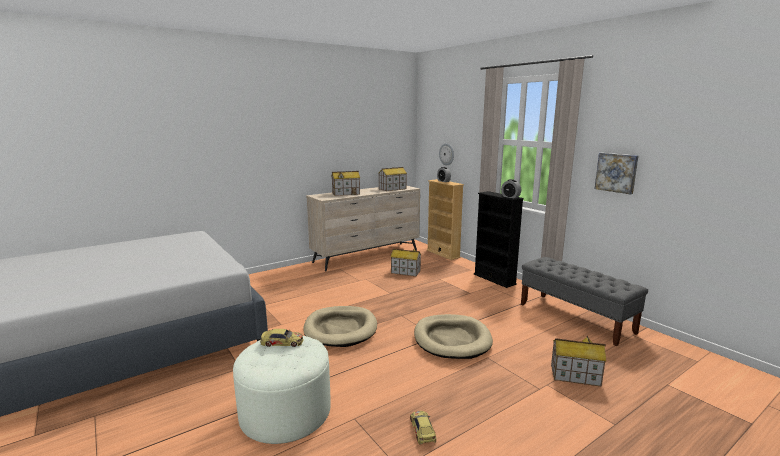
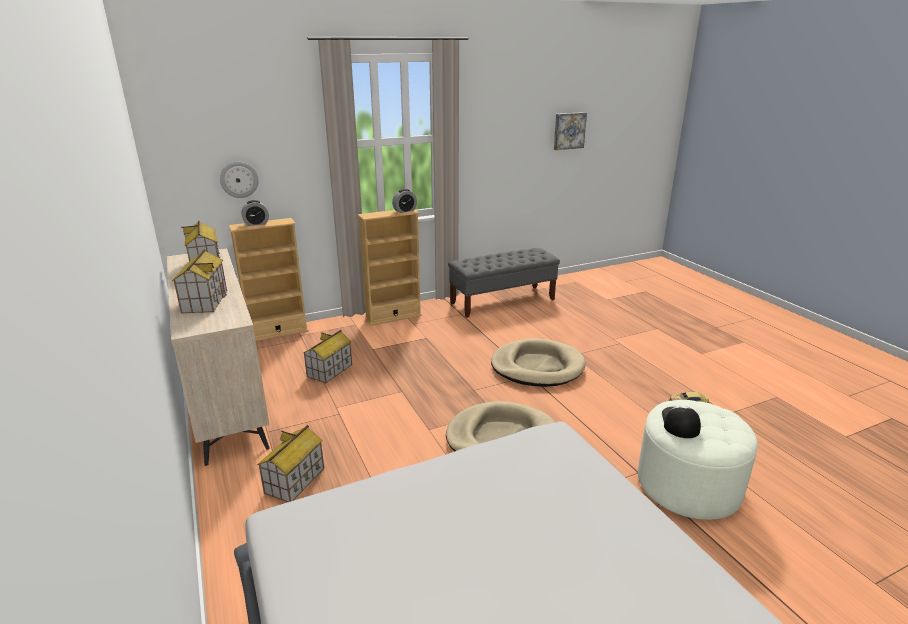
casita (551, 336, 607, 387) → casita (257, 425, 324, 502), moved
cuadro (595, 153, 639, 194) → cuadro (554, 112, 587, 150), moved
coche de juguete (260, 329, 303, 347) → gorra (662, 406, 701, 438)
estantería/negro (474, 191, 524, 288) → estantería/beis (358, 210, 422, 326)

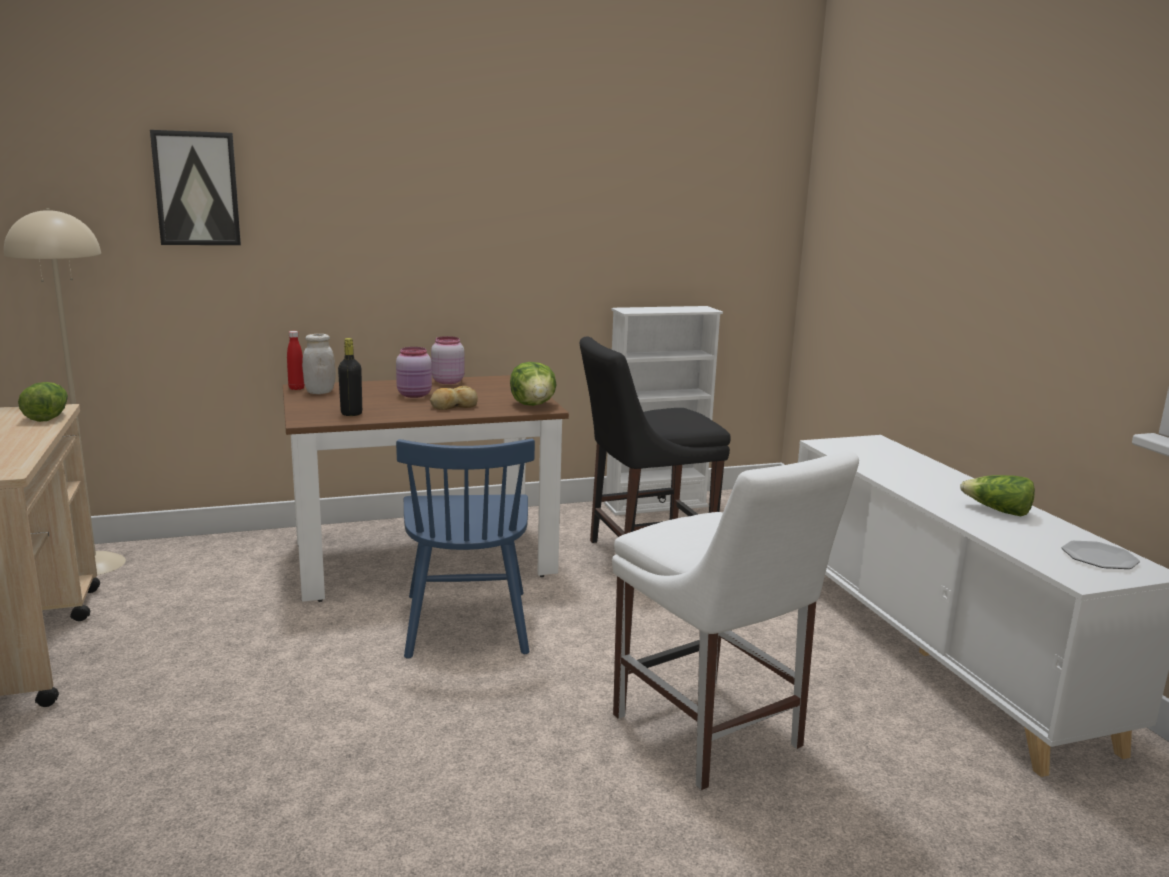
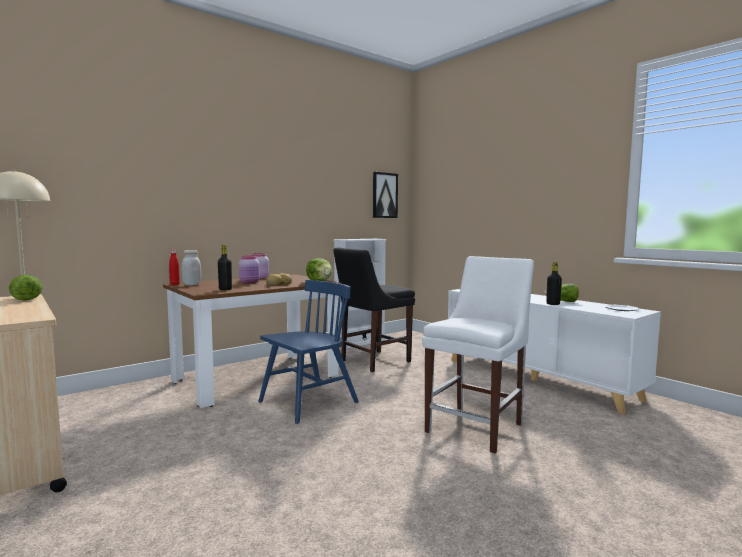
- → botella/negro (546, 262, 562, 305)
cuadro (150, 130, 241, 245) → cuadro (373, 172, 398, 218), moved
silla/azul (396, 438, 535, 659) → silla/azul (258, 280, 359, 424), 105 degrees counterclockwise
silla/blanco (612, 451, 859, 790) → silla/blanco (422, 256, 534, 454), 90 degrees counterclockwise

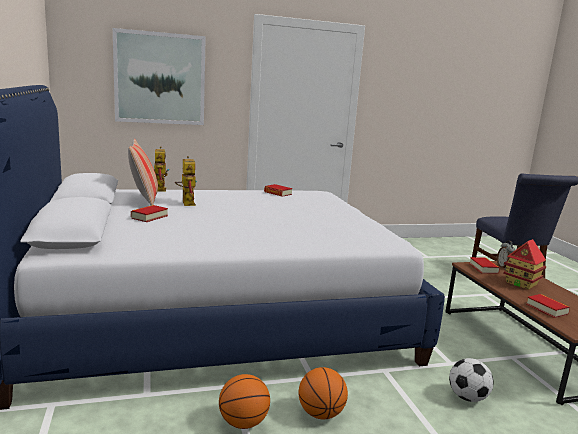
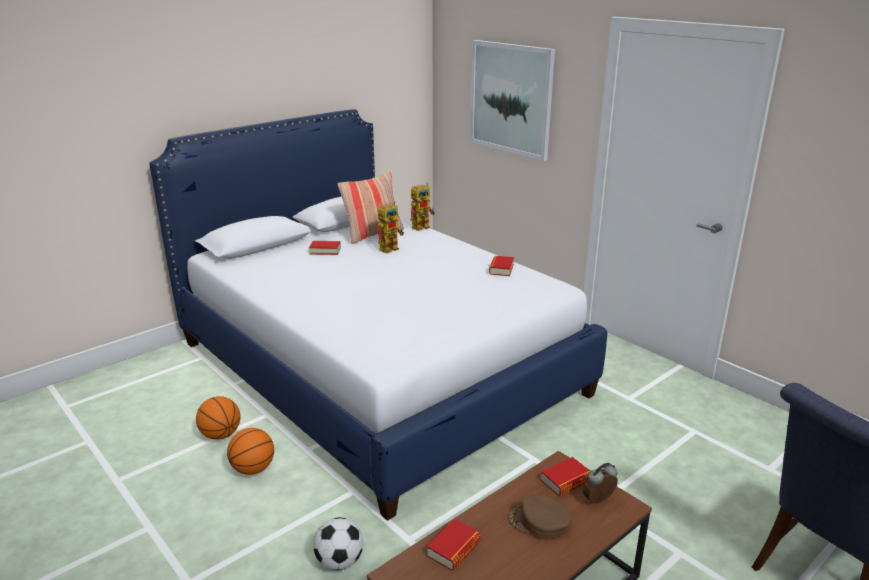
casita (503, 239, 546, 290) → gorra/marrón (507, 495, 573, 540)

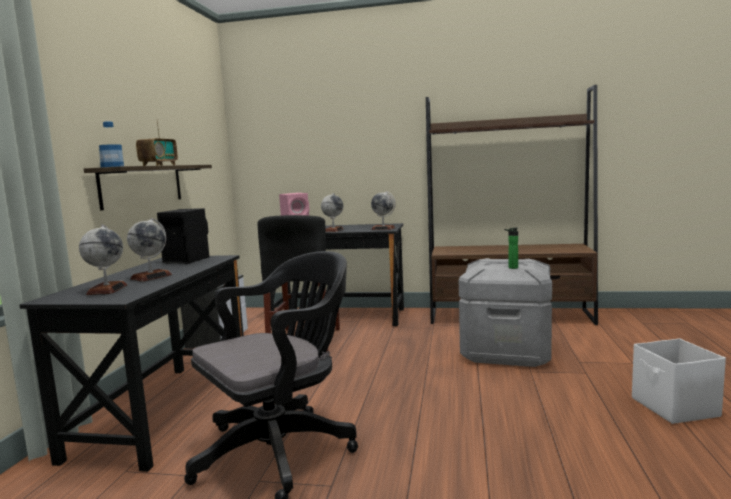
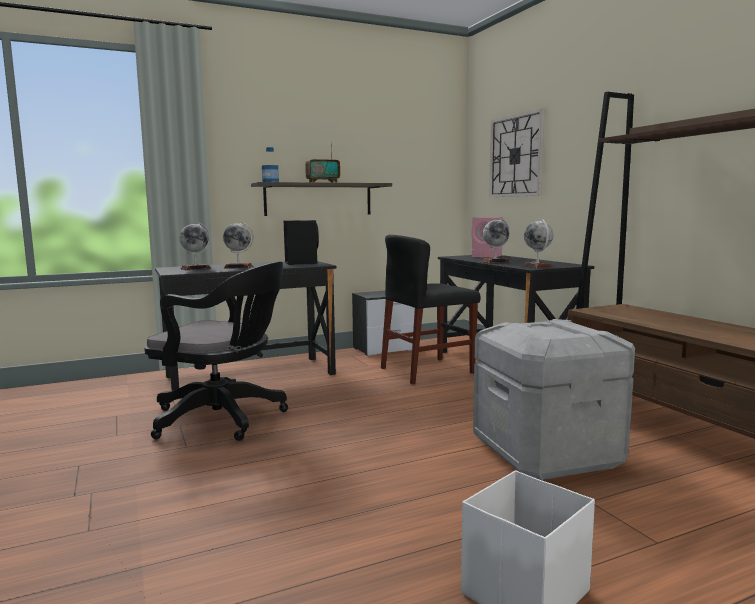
botella (504, 228, 518, 269) → -
- → reloj de pared (489, 109, 544, 197)

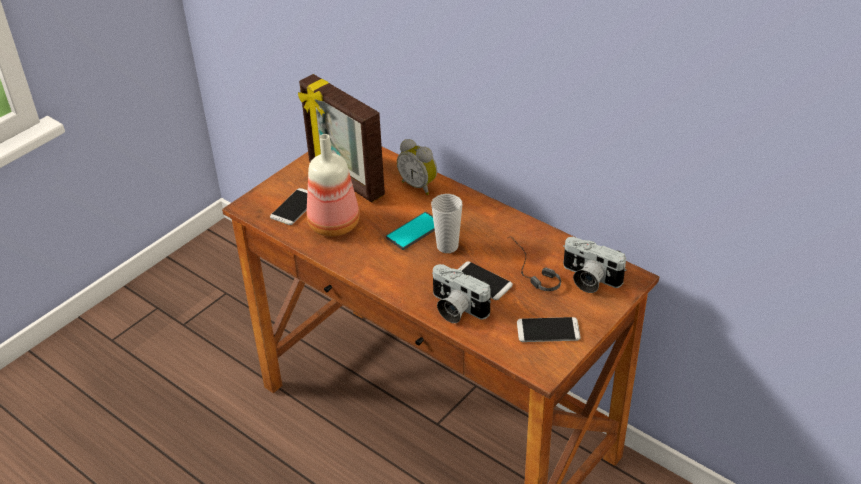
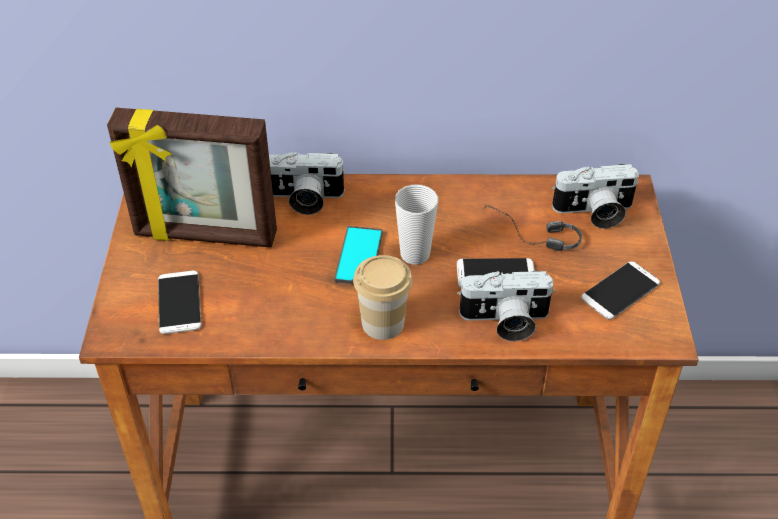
botella (307, 134, 359, 237) → -
- → taza (353, 255, 412, 340)
despertador (397, 139, 437, 195) → cámara (269, 152, 347, 215)

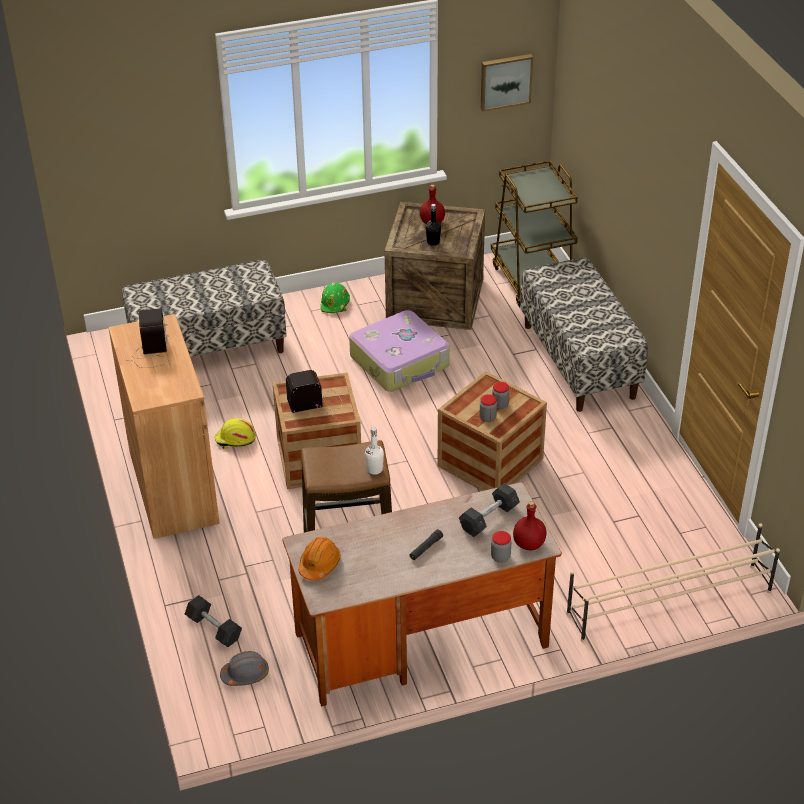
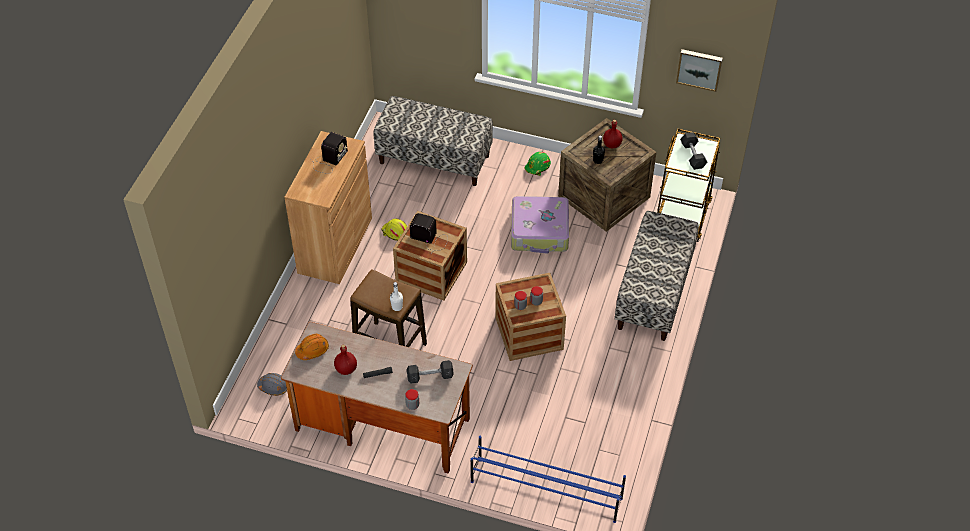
mancuerna/gris (185, 595, 242, 647) → mancuerna/gris (680, 132, 708, 170), moved
botella/rojo (513, 501, 547, 550) → botella/rojo (334, 345, 357, 375), moved
zapatero/beis (566, 523, 780, 642) → zapatero/azul (471, 436, 626, 523)

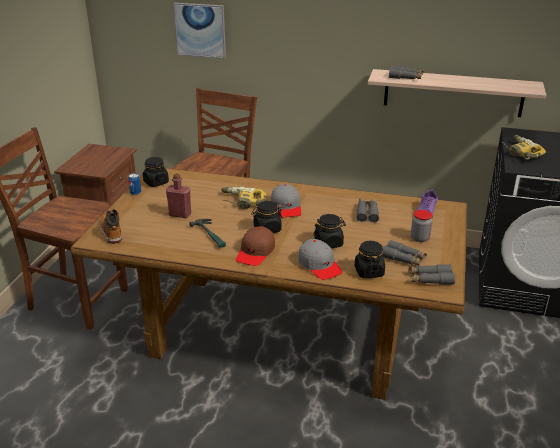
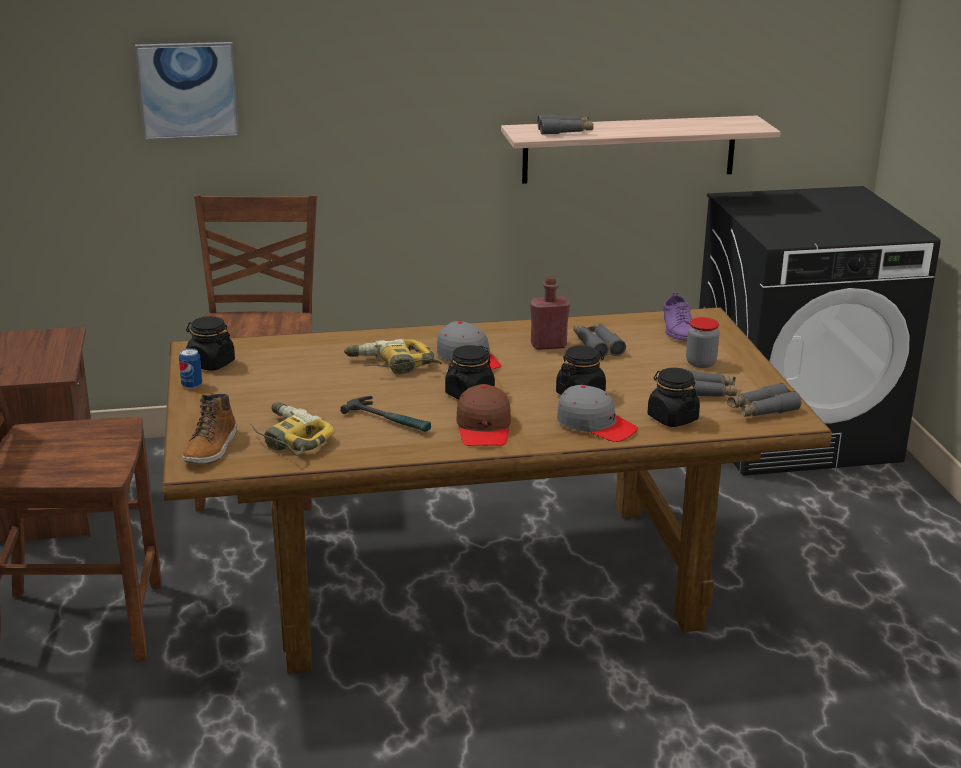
botella/rojo (166, 174, 191, 218) → botella/rojo (530, 276, 570, 350), moved
taladro (502, 135, 546, 160) → taladro (249, 402, 335, 456), moved
bota (99, 209, 122, 244) → bota (182, 394, 237, 464), 120 degrees counterclockwise

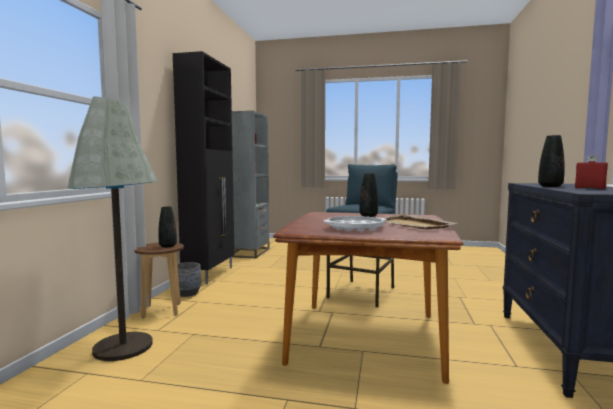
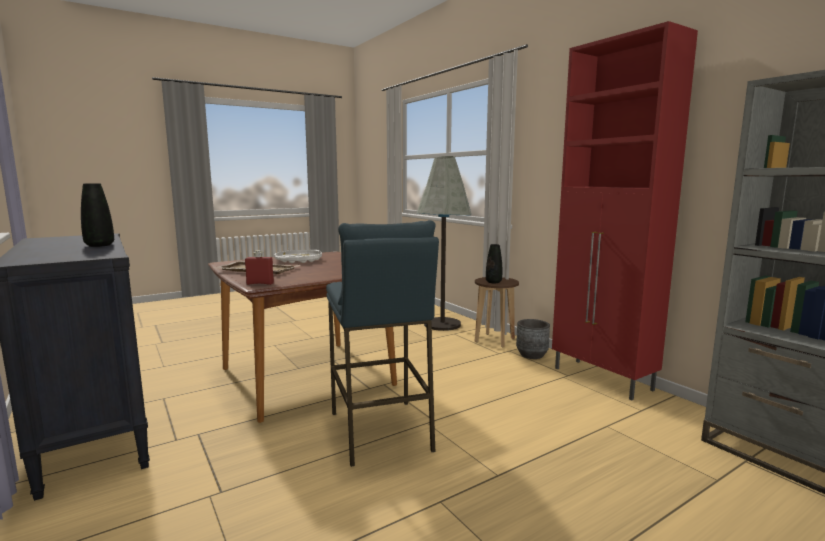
florero/negro (360, 174, 378, 217) → -
botella/rojo (575, 156, 608, 189) → botella/rojo (245, 250, 274, 285), moved
armario/negro (173, 51, 235, 285) → armario/rojo (552, 21, 698, 400)

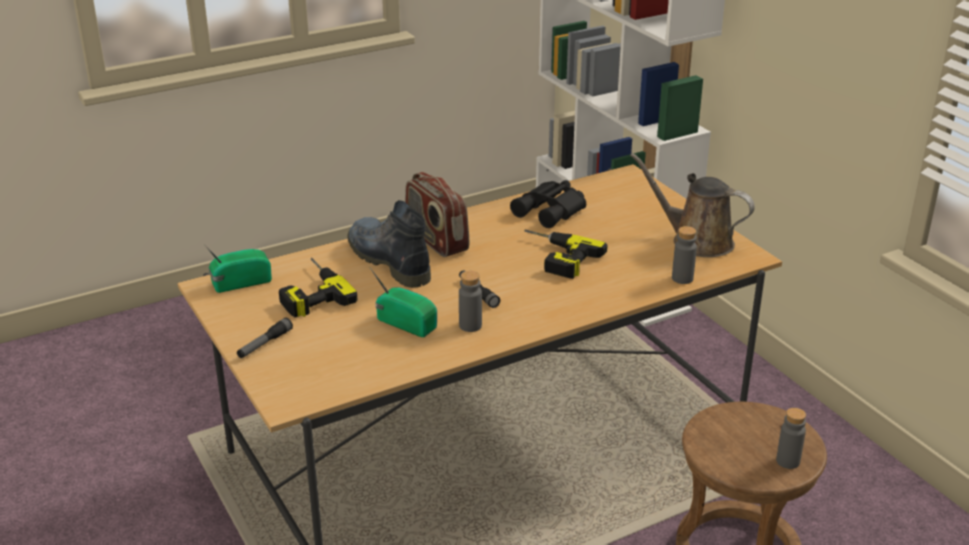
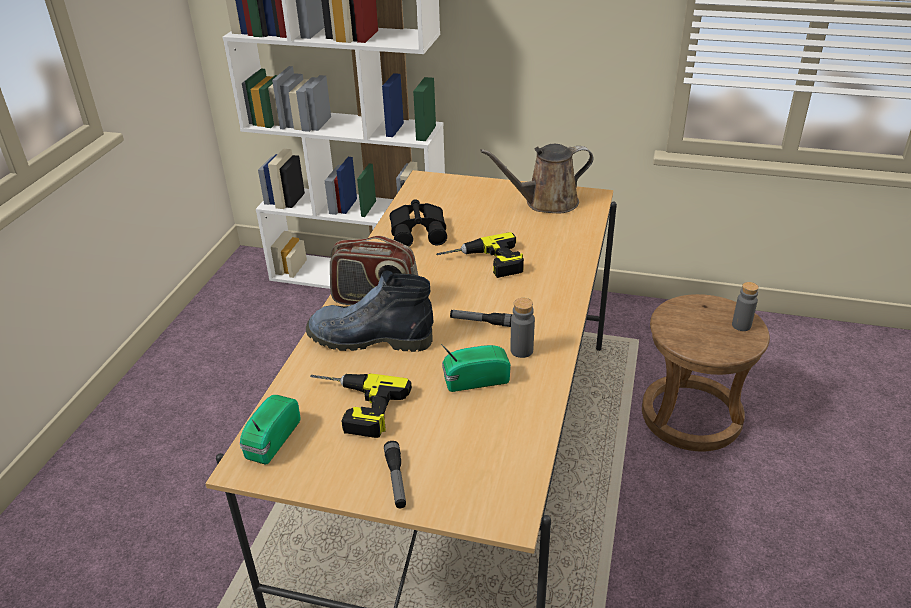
botella/gris (672, 226, 697, 284) → -

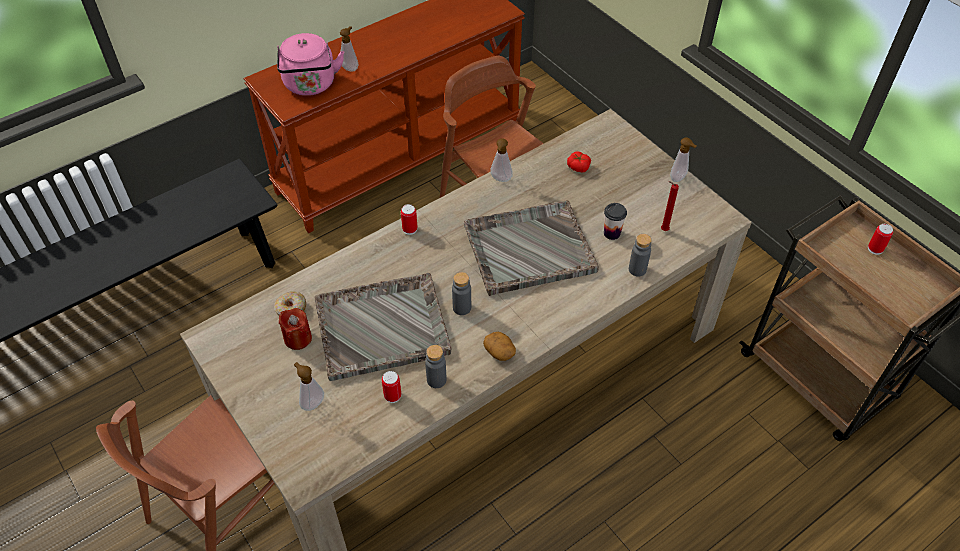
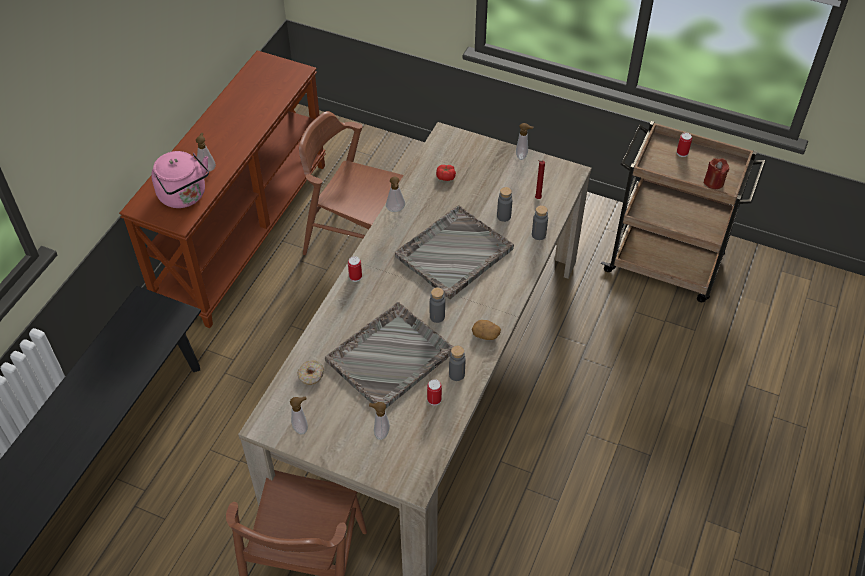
- → dispensador de jabón (290, 396, 308, 435)
vela/rojo (279, 308, 312, 350) → vela/rojo (703, 158, 729, 189), moved
taza (604, 203, 627, 240) → botella/gris (497, 187, 513, 222)

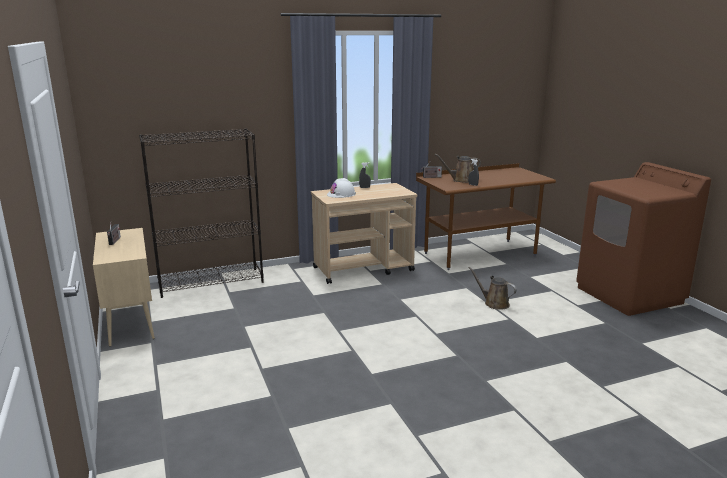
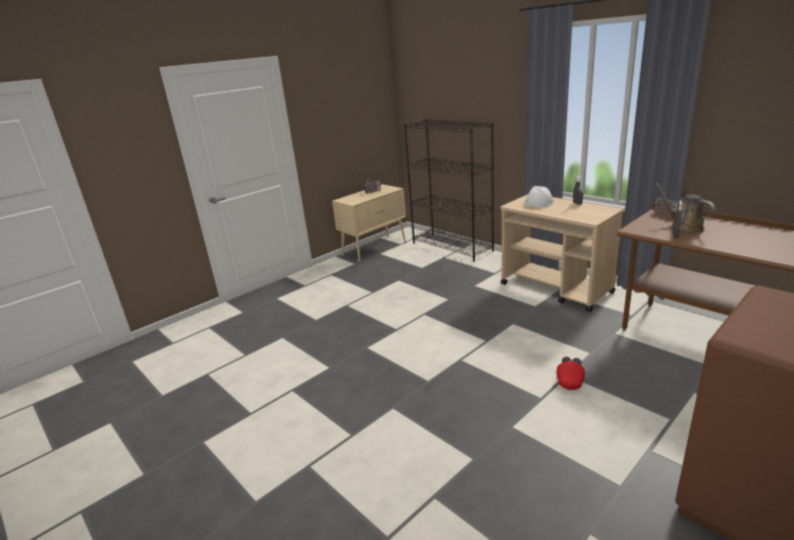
regadera/marrón (469, 267, 517, 310) → gorra/rojo (557, 357, 585, 390)

